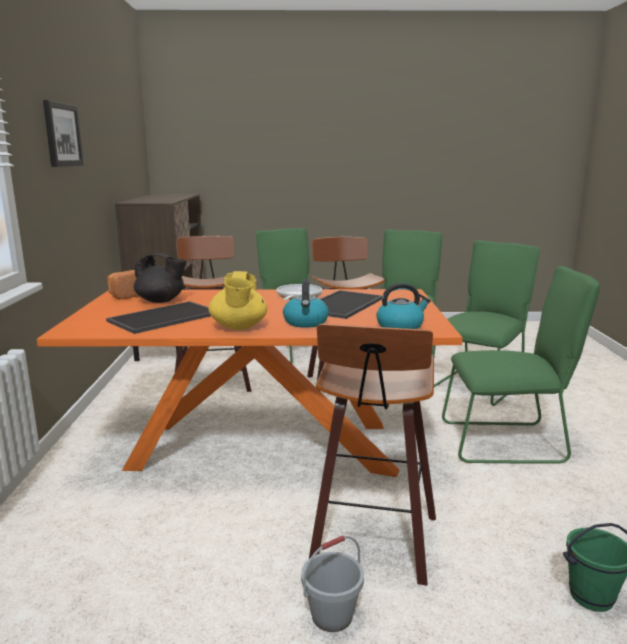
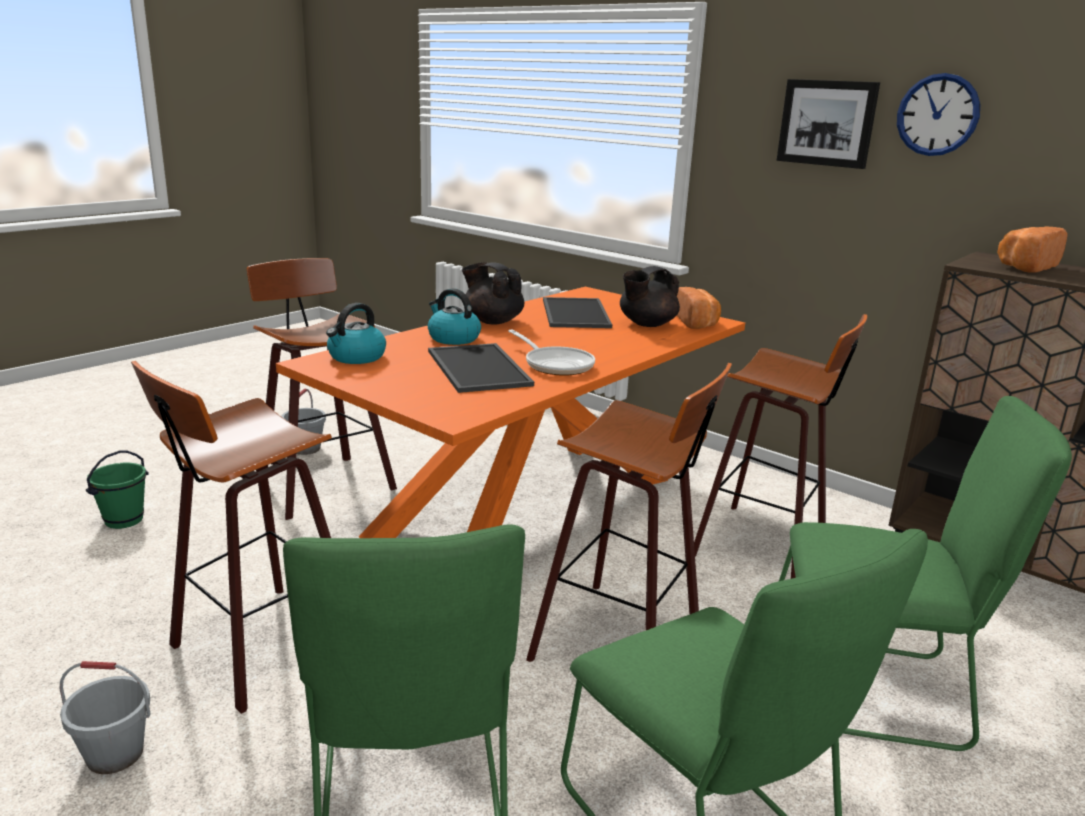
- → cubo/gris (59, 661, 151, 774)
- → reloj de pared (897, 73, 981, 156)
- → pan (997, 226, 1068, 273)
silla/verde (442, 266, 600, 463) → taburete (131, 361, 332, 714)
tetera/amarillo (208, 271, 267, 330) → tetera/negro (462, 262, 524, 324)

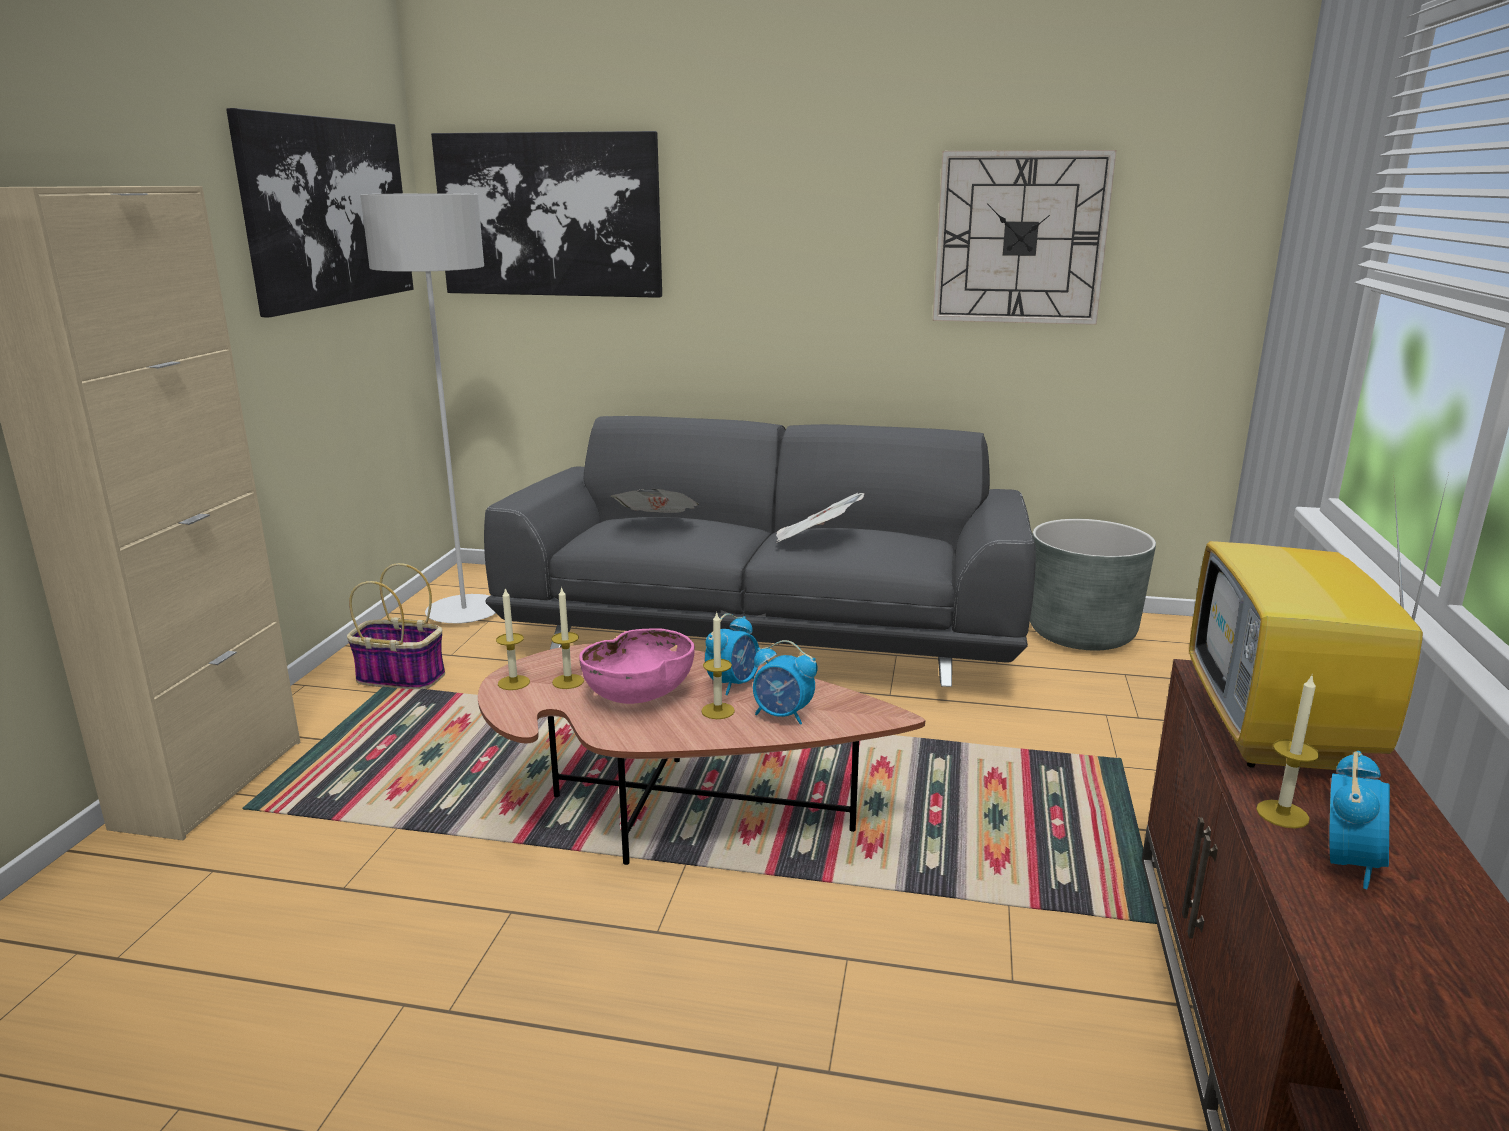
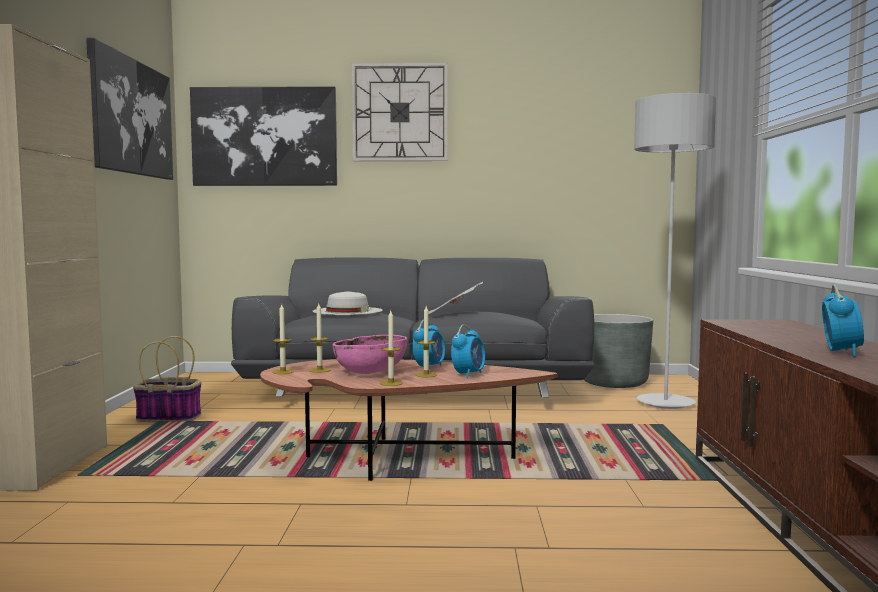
televisor (1189, 477, 1448, 770) → -
lámpara de pie/gris (360, 193, 496, 624) → lámpara de pie/gris (634, 93, 716, 409), moved
reloj de pared (933, 150, 1116, 325) → reloj de pared (351, 63, 448, 161), moved
vela (1256, 676, 1320, 829) → vela (380, 311, 403, 386), moved
periódico (610, 489, 698, 513) → sombrero/blanco (312, 291, 383, 315)
despertador (753, 640, 818, 725) → despertador (451, 325, 485, 378), 75 degrees counterclockwise

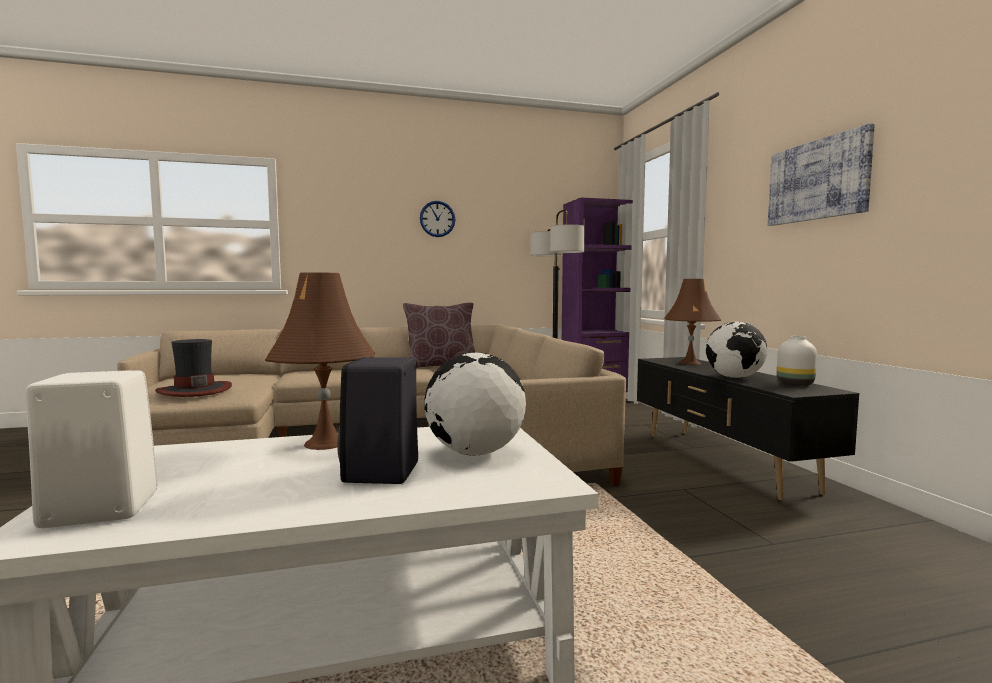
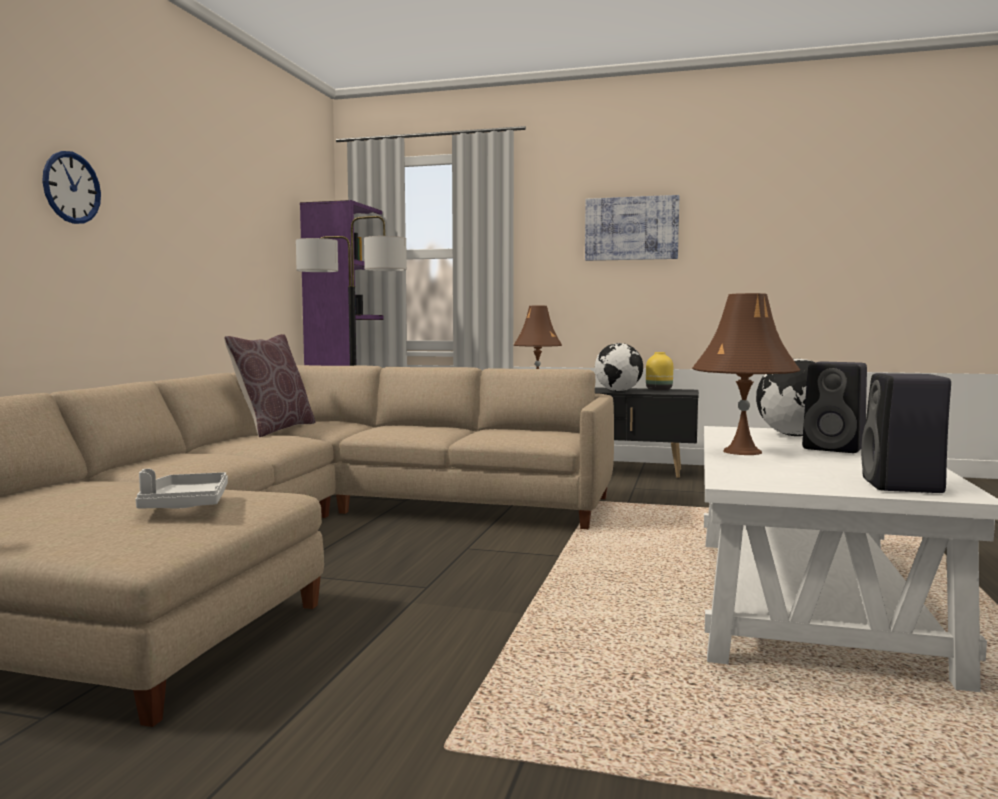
reloj de pared (420, 201, 455, 237) → reloj de pared (42, 151, 101, 224), moved
sombrero (155, 339, 232, 397) → bandeja/gris (135, 469, 228, 509)
altavoz/blanco (25, 370, 158, 528) → altavoz/negro (861, 373, 951, 493)
florero/blanco (777, 336, 817, 386) → florero/amarillo (646, 352, 673, 390)

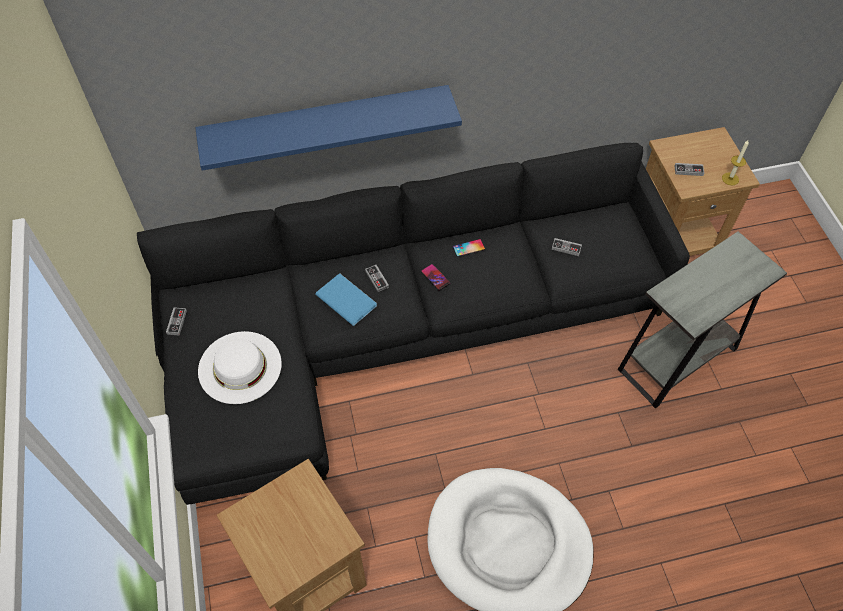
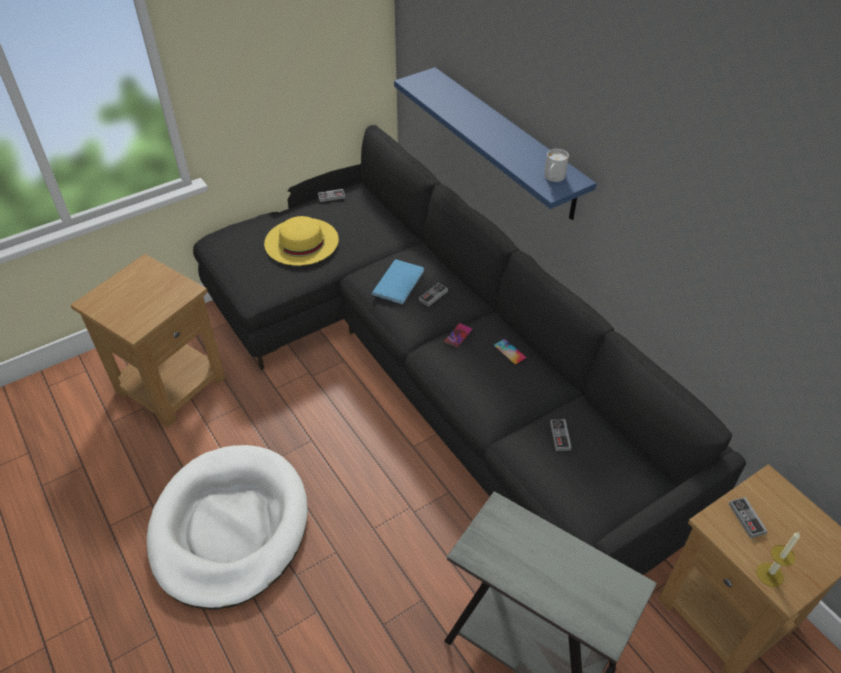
- → taza grande/blanco (544, 149, 569, 182)
sombrero/blanco (198, 331, 282, 404) → sombrero/amarillo (264, 216, 339, 266)

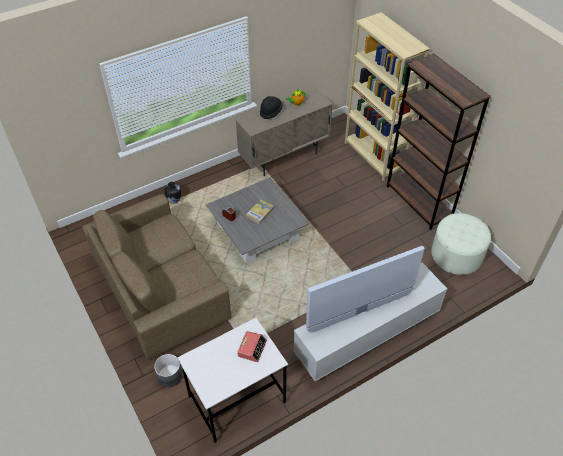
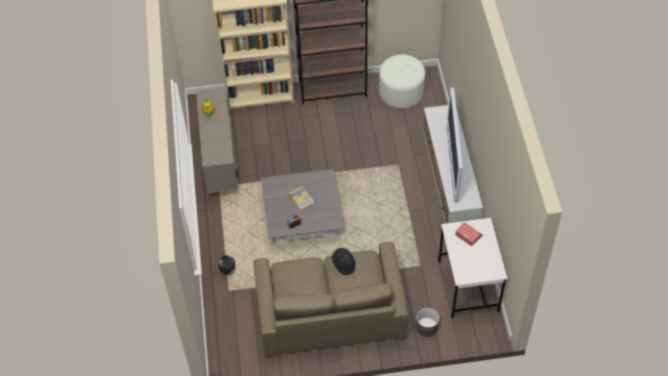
sombrero/negro (260, 96, 283, 119) → sombrero/negro (332, 248, 355, 275), moved

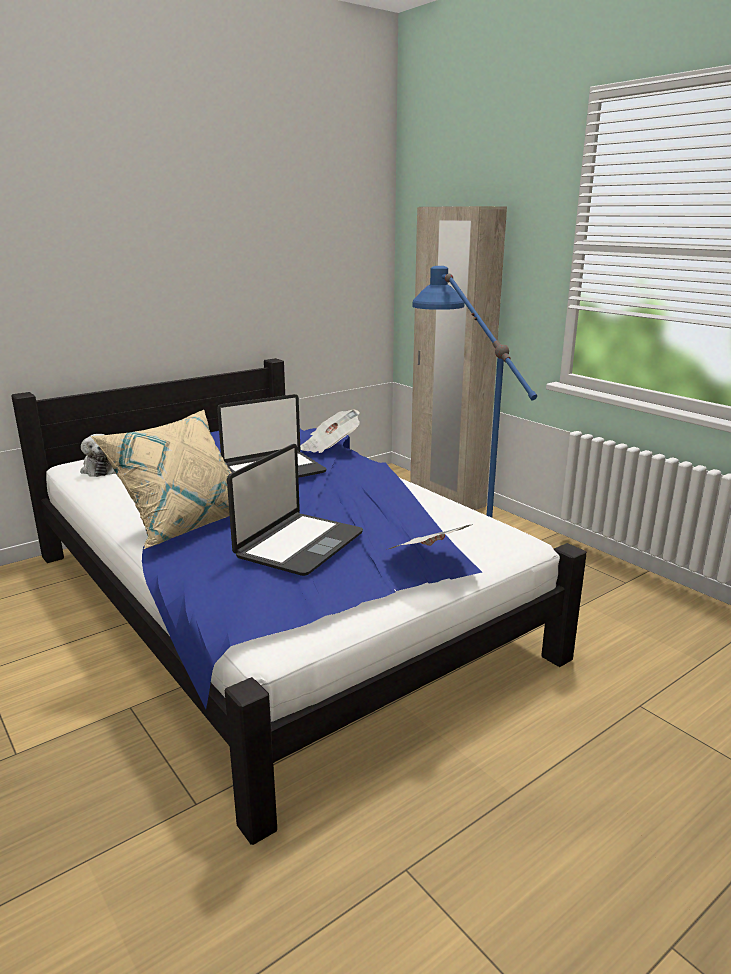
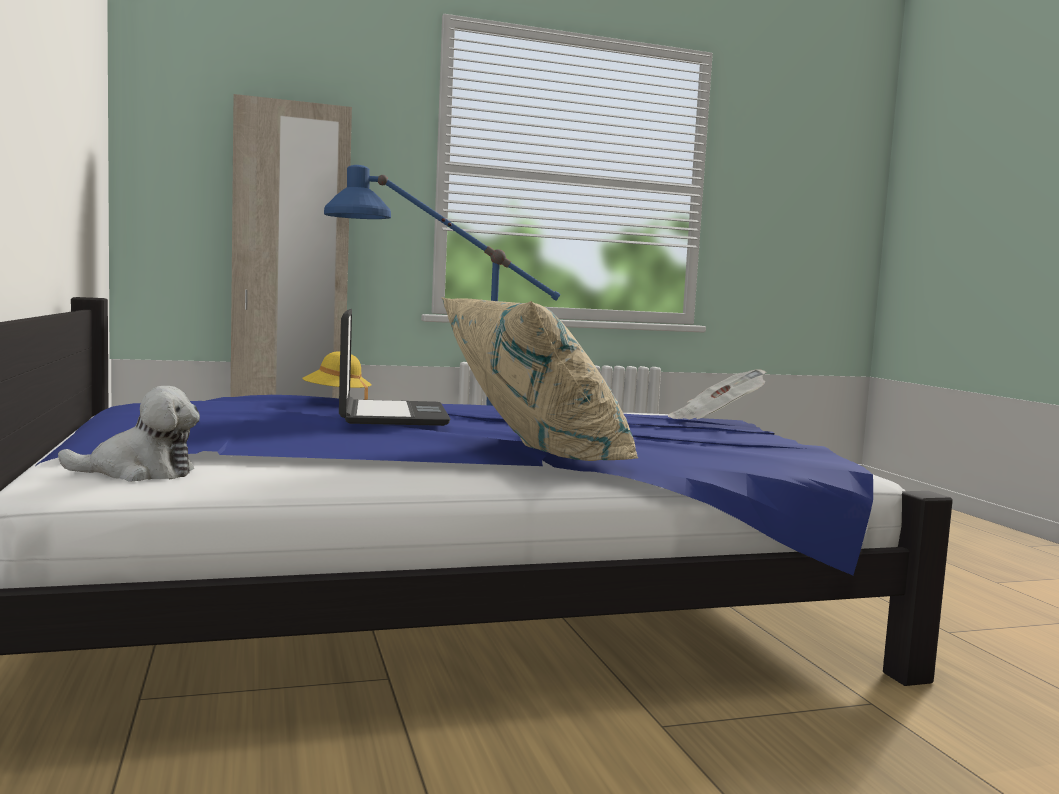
portátil (227, 444, 363, 576) → -
periódico (300, 410, 360, 453) → sombrero/amarillo (302, 352, 372, 400)

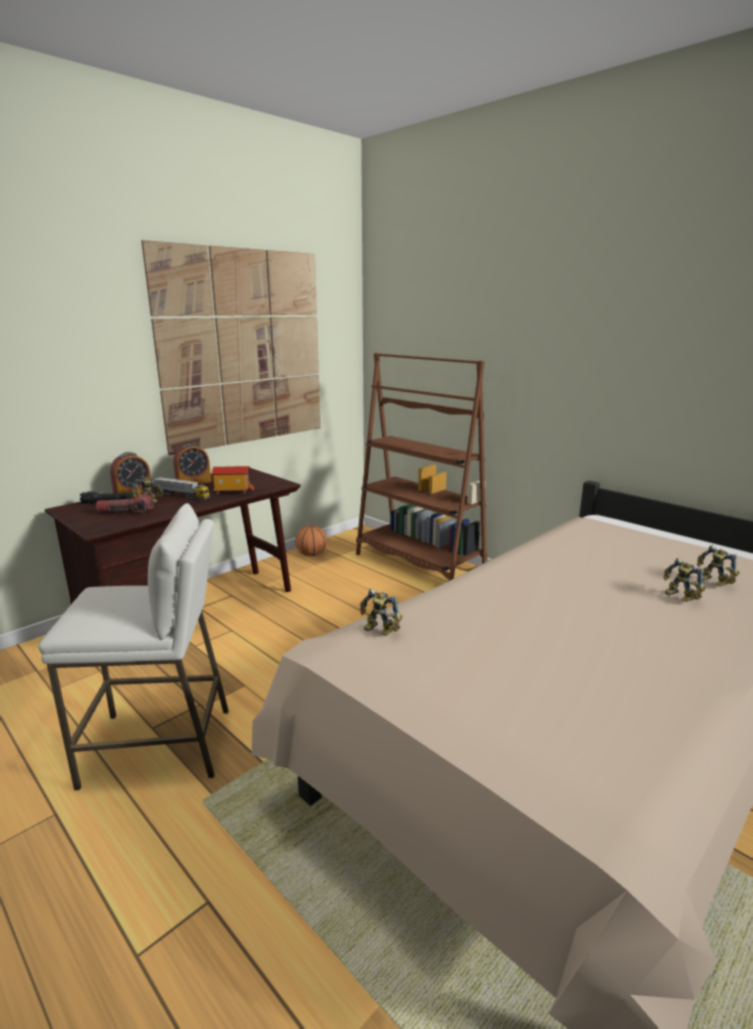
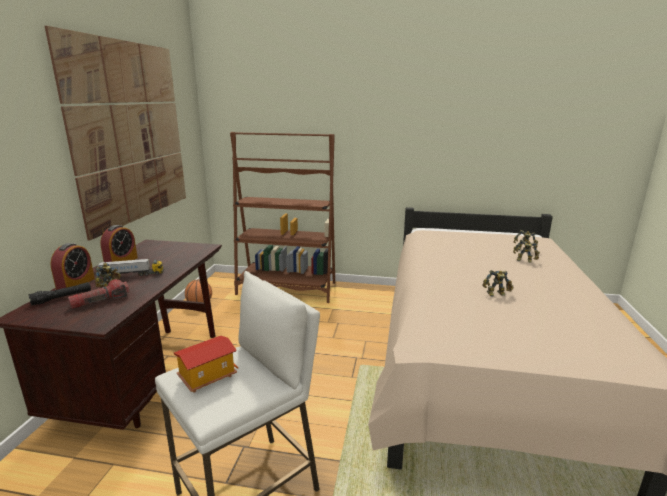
casita (211, 466, 254, 494) → casita (174, 336, 238, 393), moved
robot de juguete (360, 588, 403, 635) → robot de juguete (483, 270, 513, 297), moved

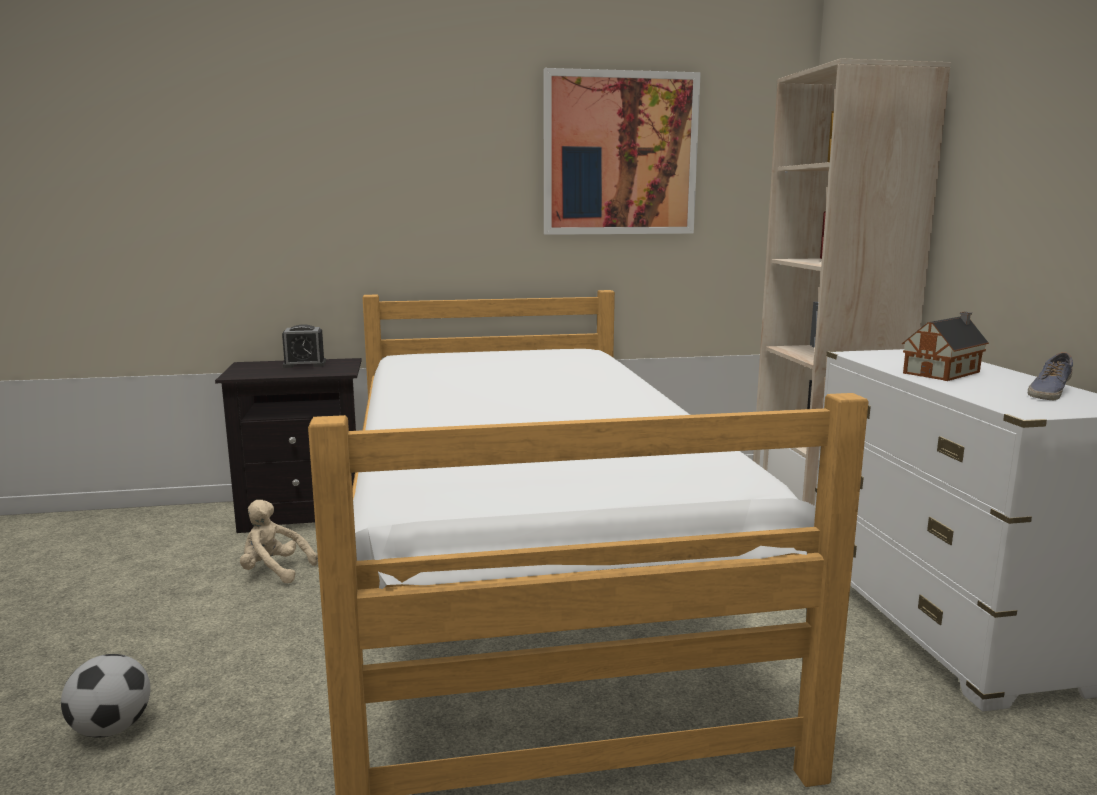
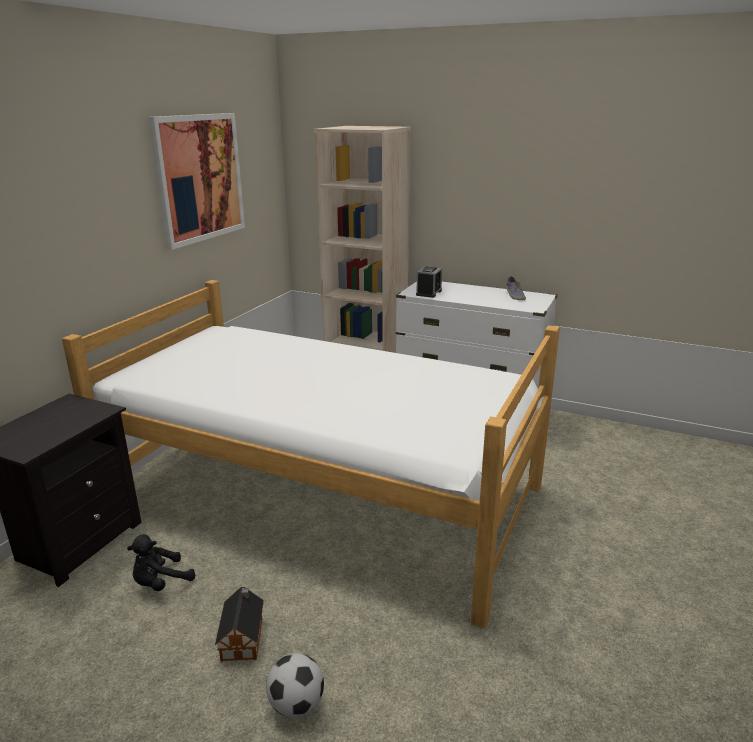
despertador (282, 324, 326, 368) → despertador (416, 267, 442, 298), moved
casita (902, 312, 989, 381) → casita (215, 587, 264, 662), moved
peluche/beis (240, 500, 318, 583) → peluche/negro (127, 534, 195, 591)

